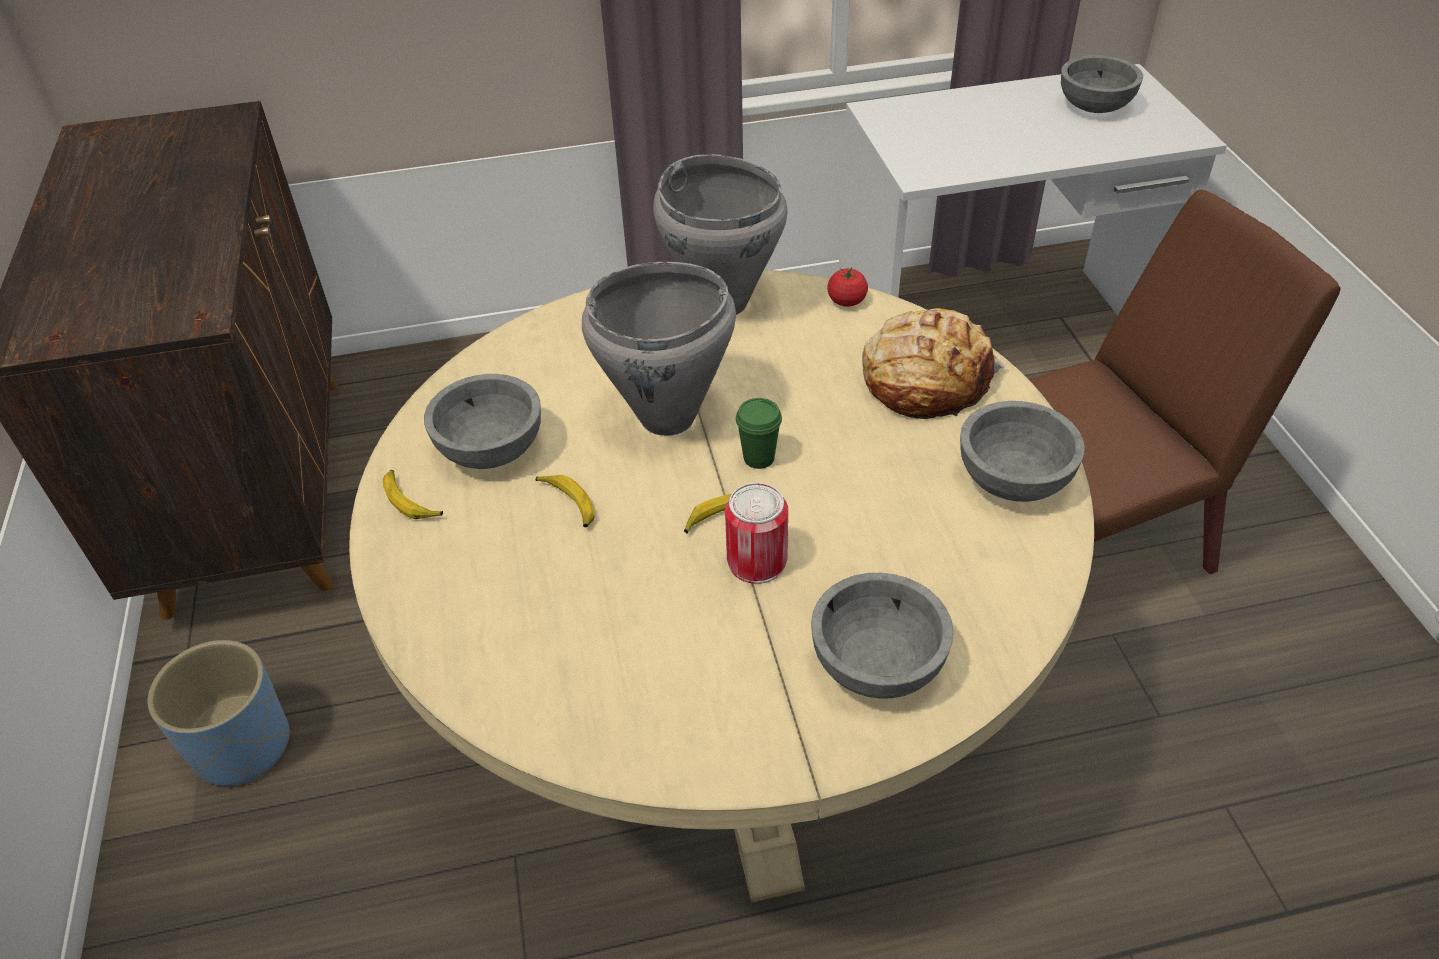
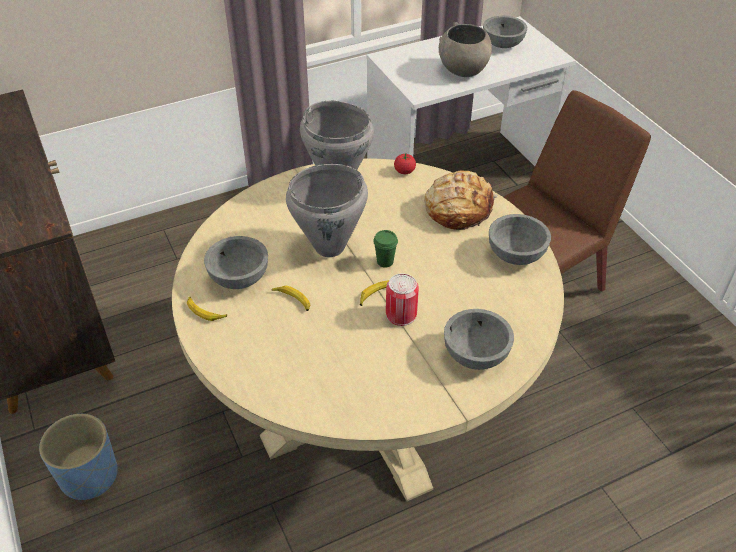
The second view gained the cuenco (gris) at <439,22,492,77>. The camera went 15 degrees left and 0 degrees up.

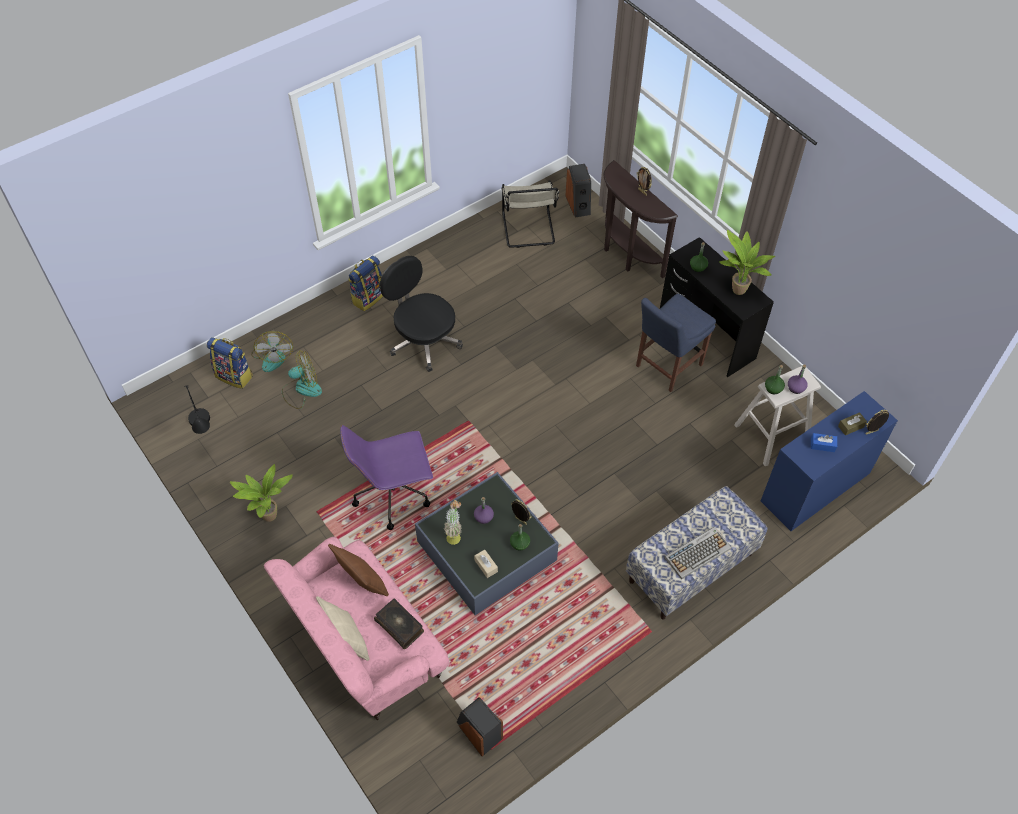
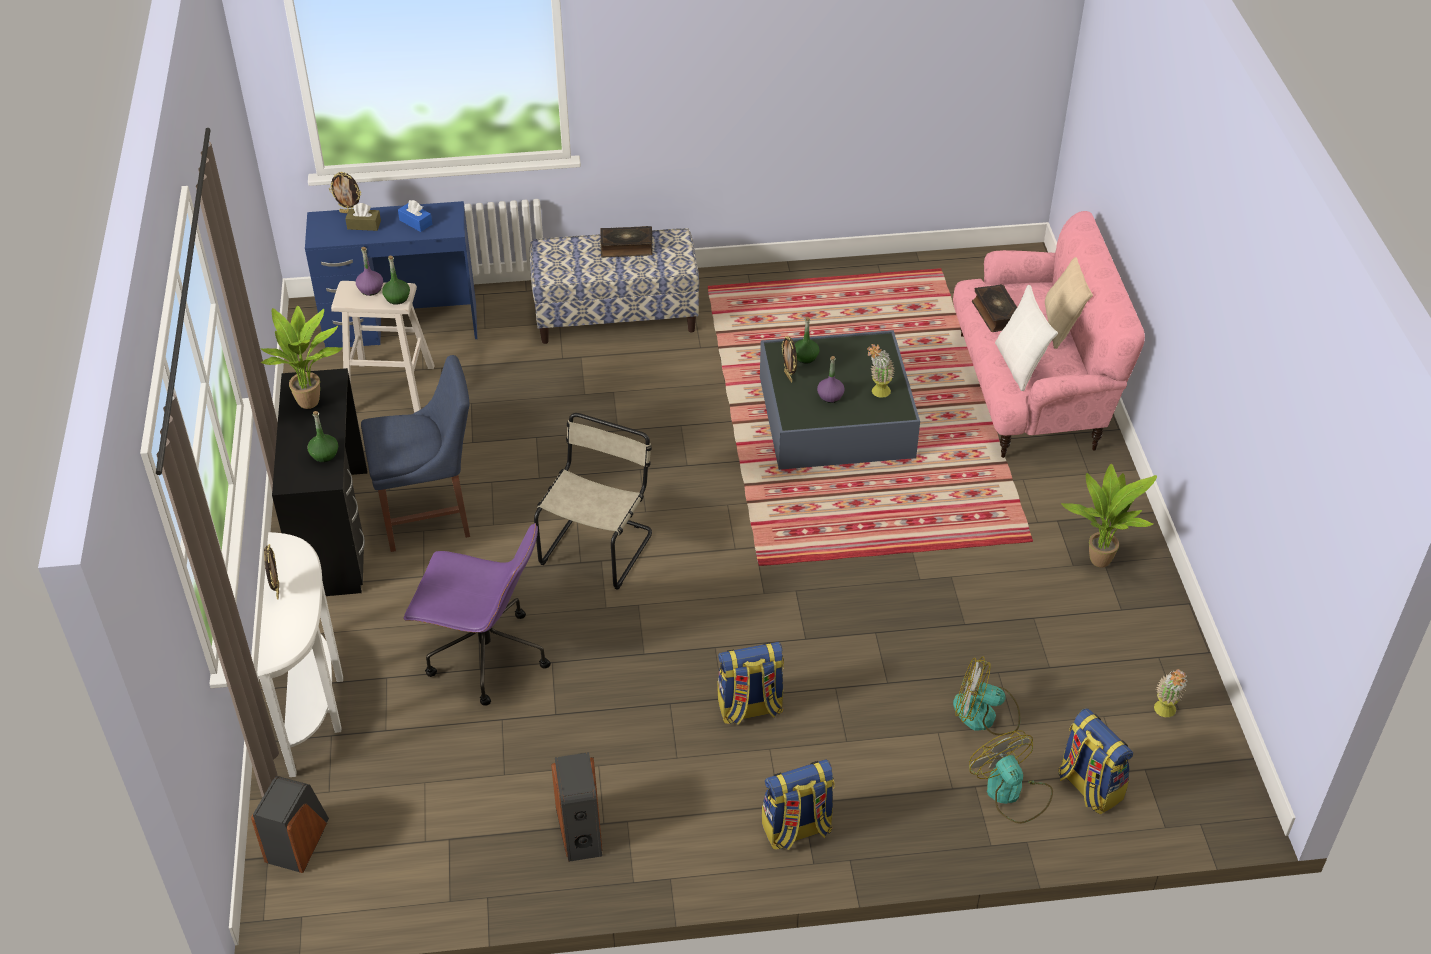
What was the mesa consola (marrón) at <603,160,678,278> turned into the mesa consola (blanco) at <257,532,343,777>. The silla de oficina (morado) ended up elsewhere, having gone from <340,425,433,530> to <403,523,551,706>. The silla (beis) ended up elsewhere, having gone from <502,180,559,248> to <534,413,652,590>. The altavoz ended up elsewhere, having gone from <457,697,503,756> to <551,752,602,862>. Where the teclado stood at <664,526,731,579>, the libro came to stand at <600,226,653,258>. Where the silla de oficina (negro) stood at <380,256,463,372>, the mochila came to stand at <717,642,784,725>. The ventilador at <251,331,293,372> ended up facing another way, 45 degrees counterclockwise from before. What was the cojín (marrón) at <328,544,389,596> turned into the cojín (blanco) at <995,285,1058,391>. Where the lámpara de mesa (negro) stood at <184,385,210,434>, the planta en maceta came to stand at <1154,669,1188,717>. The second view lost the caja de pañuelos (beis) at <474,550,498,578>. The camera went 150 degrees left and 10 degrees down.

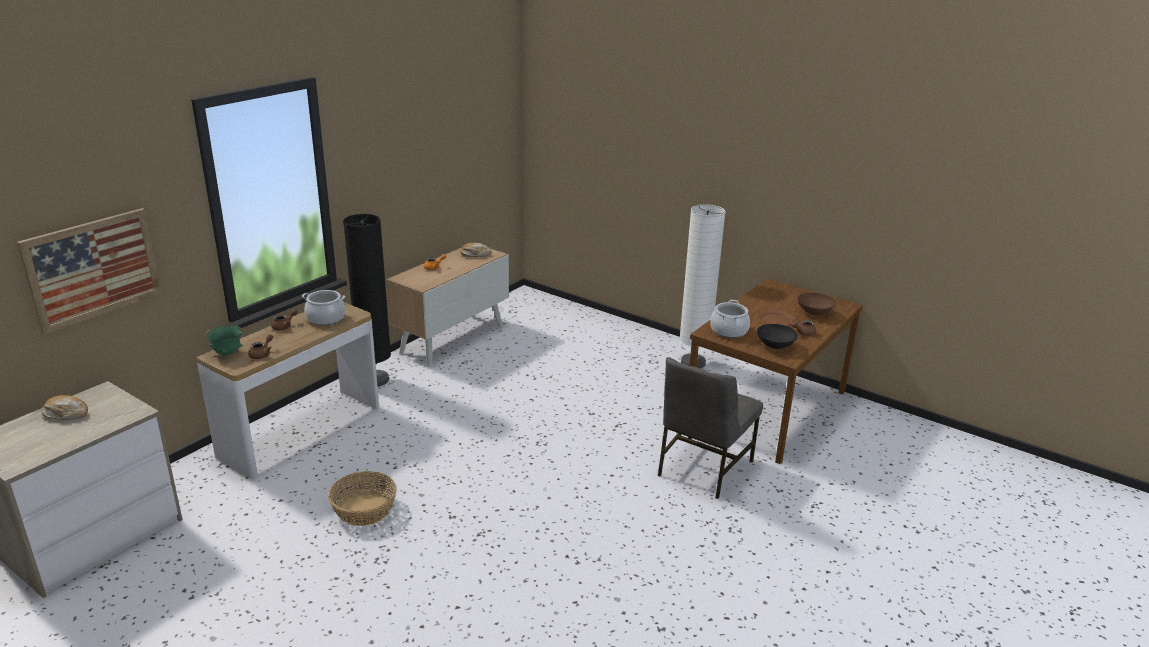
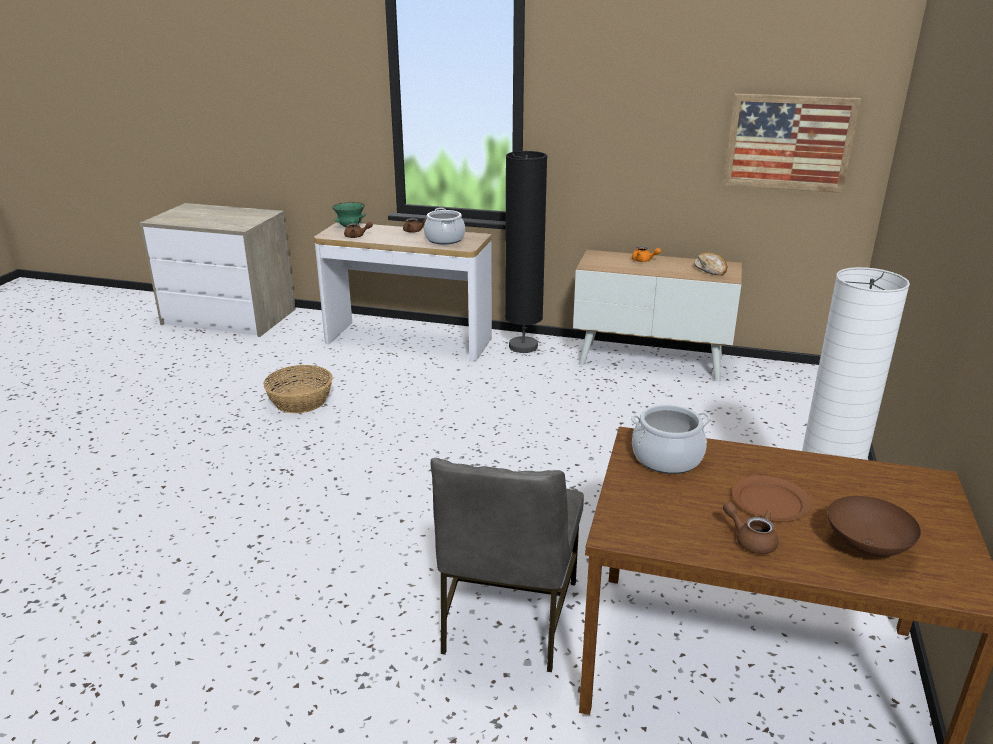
The silla (gris) at <658,357,763,499> ended up facing another way, 90 degrees counterclockwise from before. The cuadro ended up elsewhere, having gone from <17,208,162,335> to <723,93,861,193>. The second view lost the pan at <41,395,88,420>. The second view lost the cuenco (negro) at <757,324,798,349>. The camera went 70 degrees right and 0 degrees up.

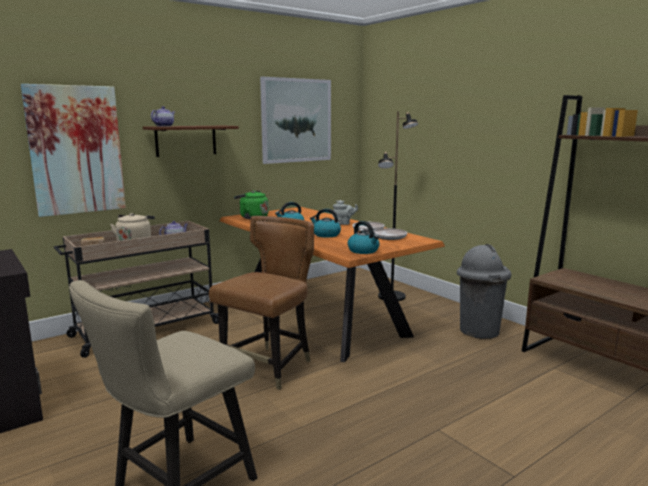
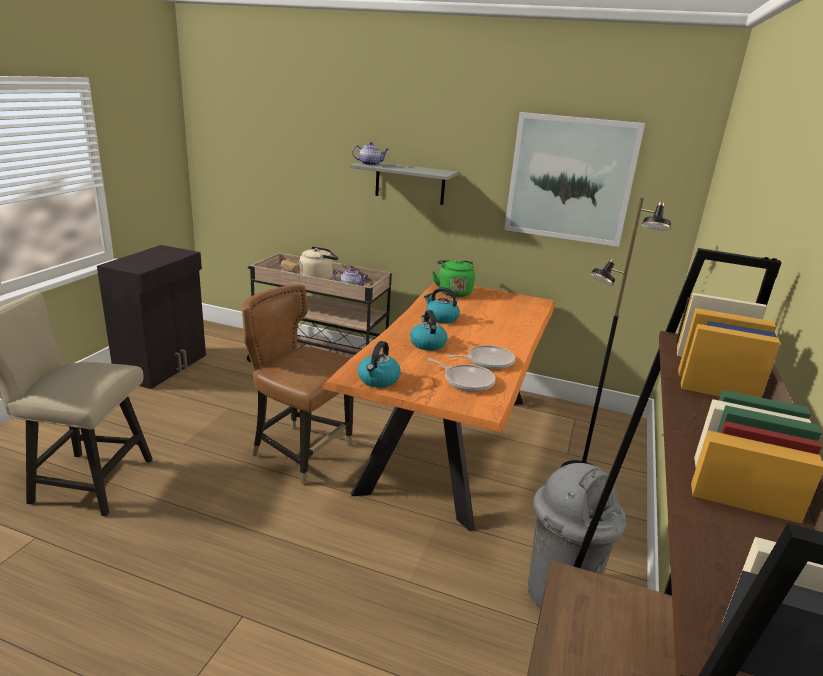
The silla (marrón) at <209,216,314,390> ended up facing another way, 150 degrees counterclockwise from before. What was the estante (marrón) at <143,126,239,157> turned into the estante (gris) at <350,162,459,205>. The second view lost the cuadro at <21,84,126,217>. The second view lost the tetera (gris) at <332,200,358,225>. The camera went 55 degrees right and 10 degrees up.

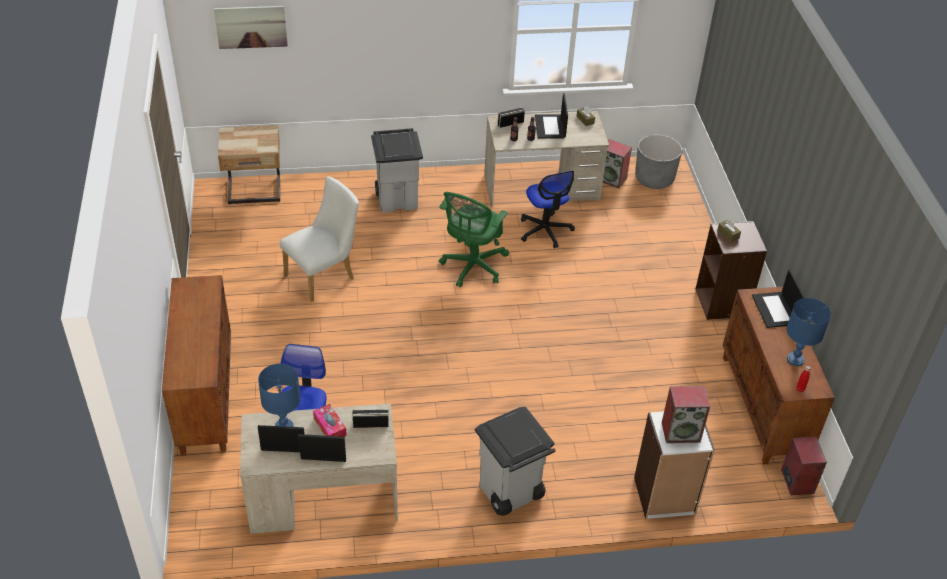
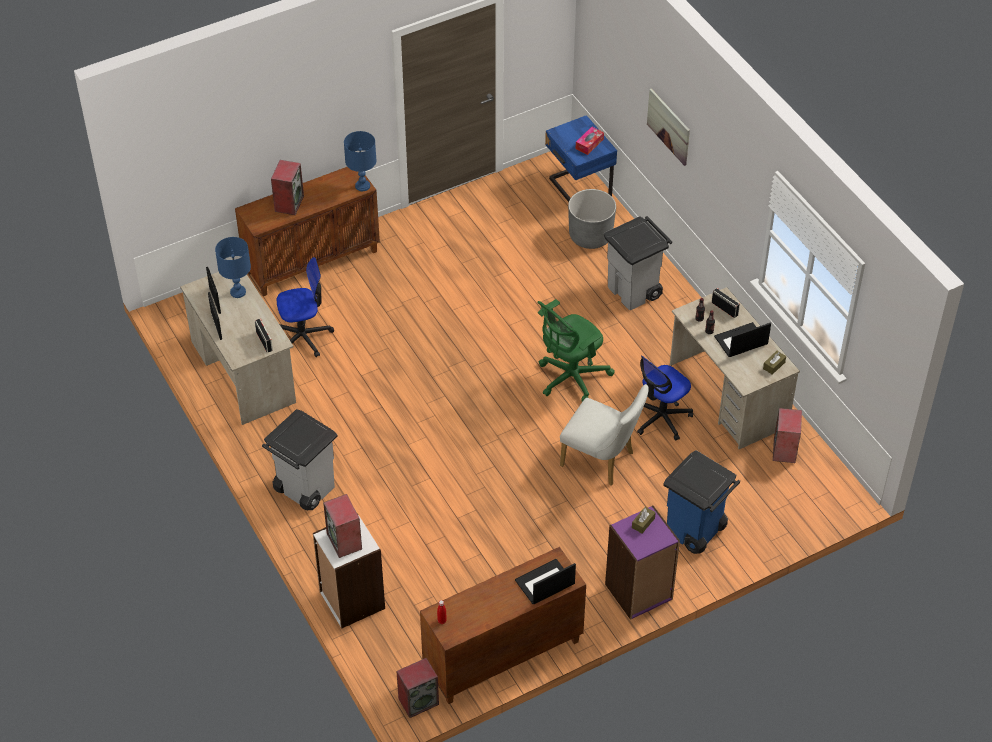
The second view gained the altavoz at <271,160,304,215>. The lámpara de mesa (azul) ended up elsewhere, having gone from <786,298,831,366> to <344,131,377,191>. The silla de oficina (verde) at <439,192,509,287> ended up facing another way, 45 degrees counterclockwise from before. What was the mesita de noche (beis) at <218,125,280,205> turned into the mesita de noche (azul) at <545,115,617,202>. The silla (blanco) ended up elsewhere, having gone from <280,176,359,302> to <560,384,649,485>. The maceta (gris) ended up elsewhere, having gone from <635,134,682,189> to <568,189,616,249>. The caja de pañuelos ended up elsewhere, having gone from <313,404,347,437> to <576,127,604,155>. What was the estantería (marrón) at <696,221,767,320> turned into the estantería (morado) at <605,506,680,620>. The cuadro ended up elsewhere, having gone from <214,6,288,49> to <647,88,690,166>. The second view gained the papelera (azul) at <663,450,740,554>. The camera went 70 degrees right and 5 degrees up.

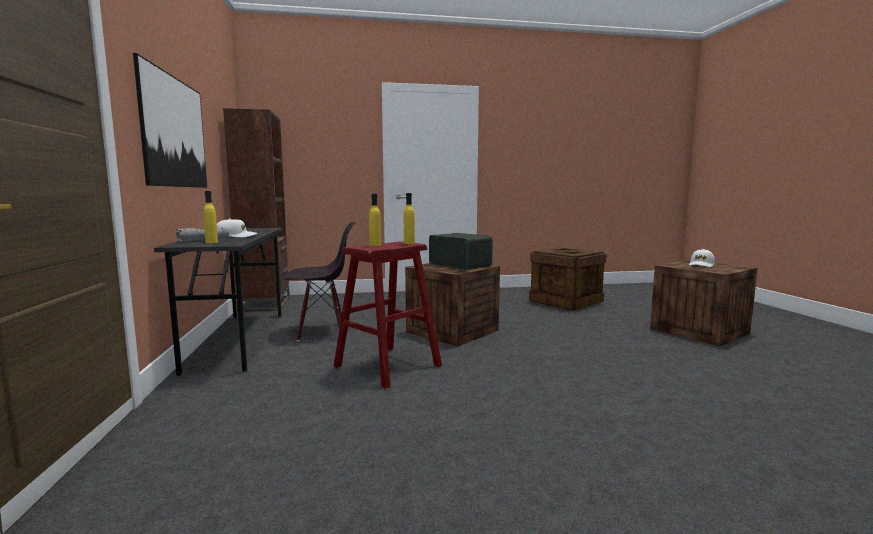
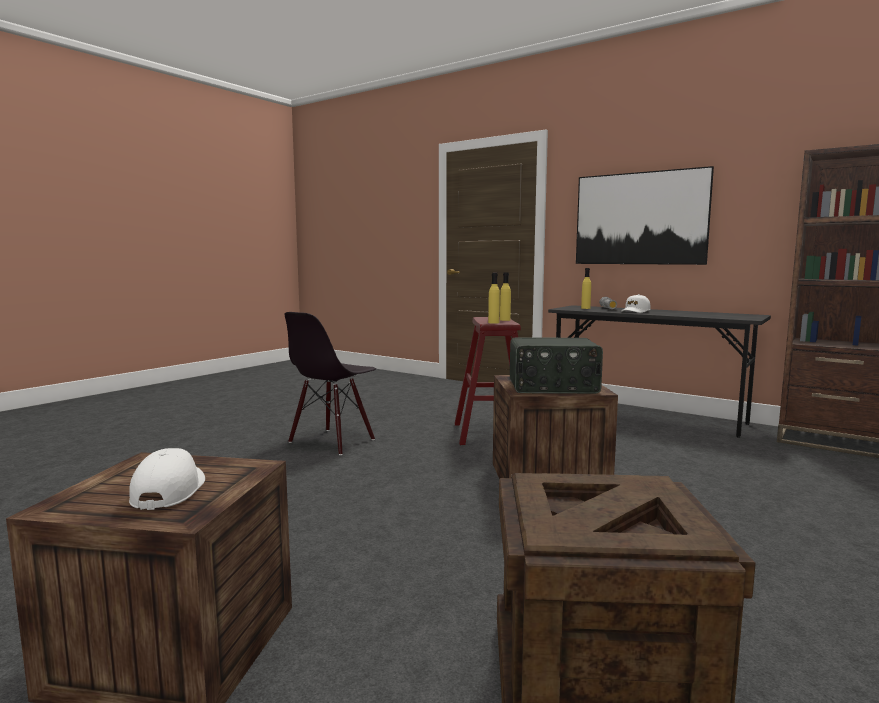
The silla (negro) ended up elsewhere, having gone from <283,222,356,341> to <285,312,376,455>. The camera went 135 degrees right and 0 degrees up.

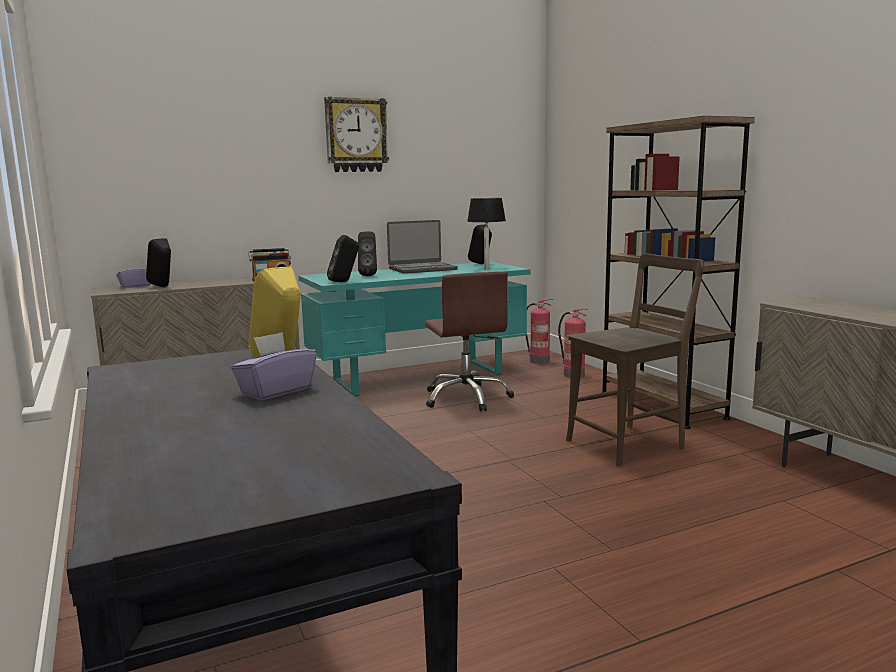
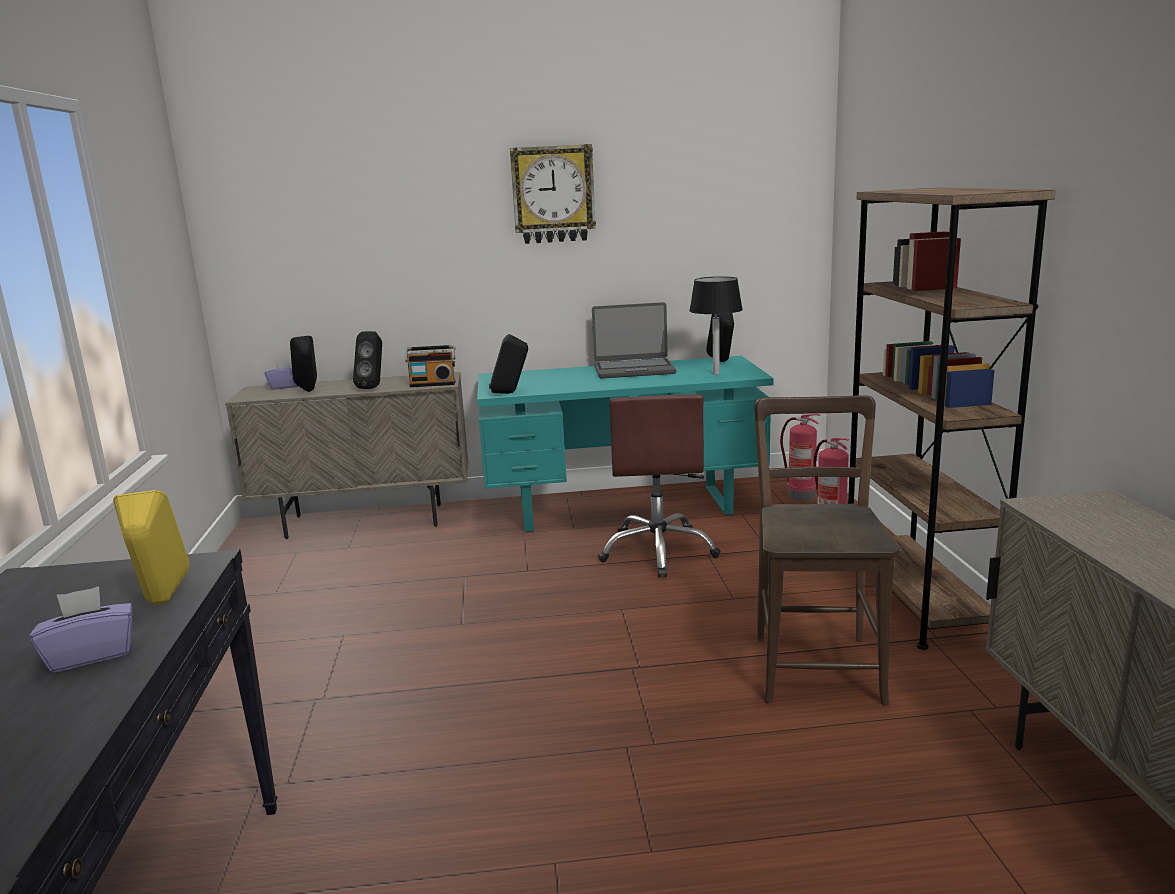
The altavoz (negro) ended up elsewhere, having gone from <358,232,377,276> to <353,331,382,389>. The silla (marrón) at <566,253,704,466> ended up facing another way, 75 degrees counterclockwise from before. The camera went 20 degrees right and 5 degrees up.

